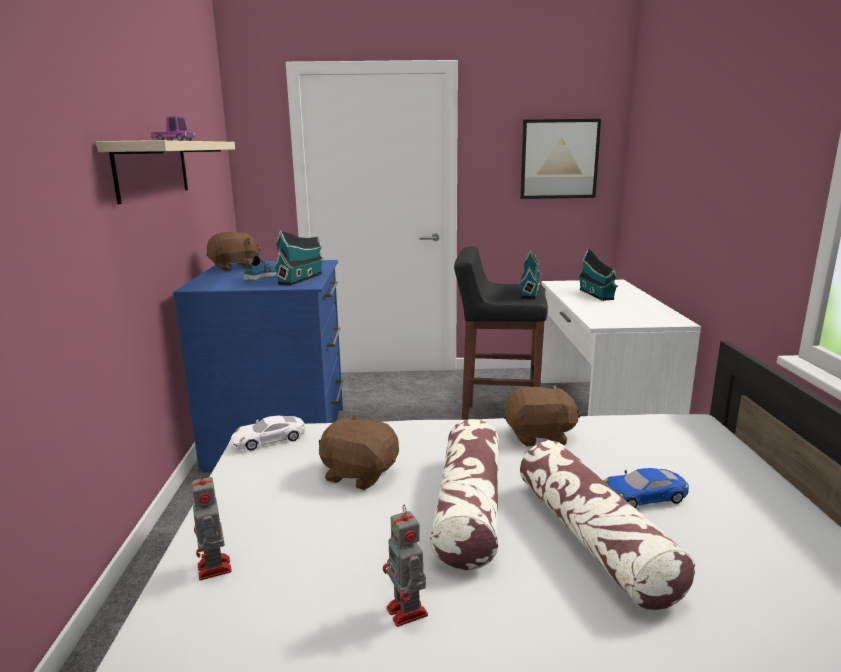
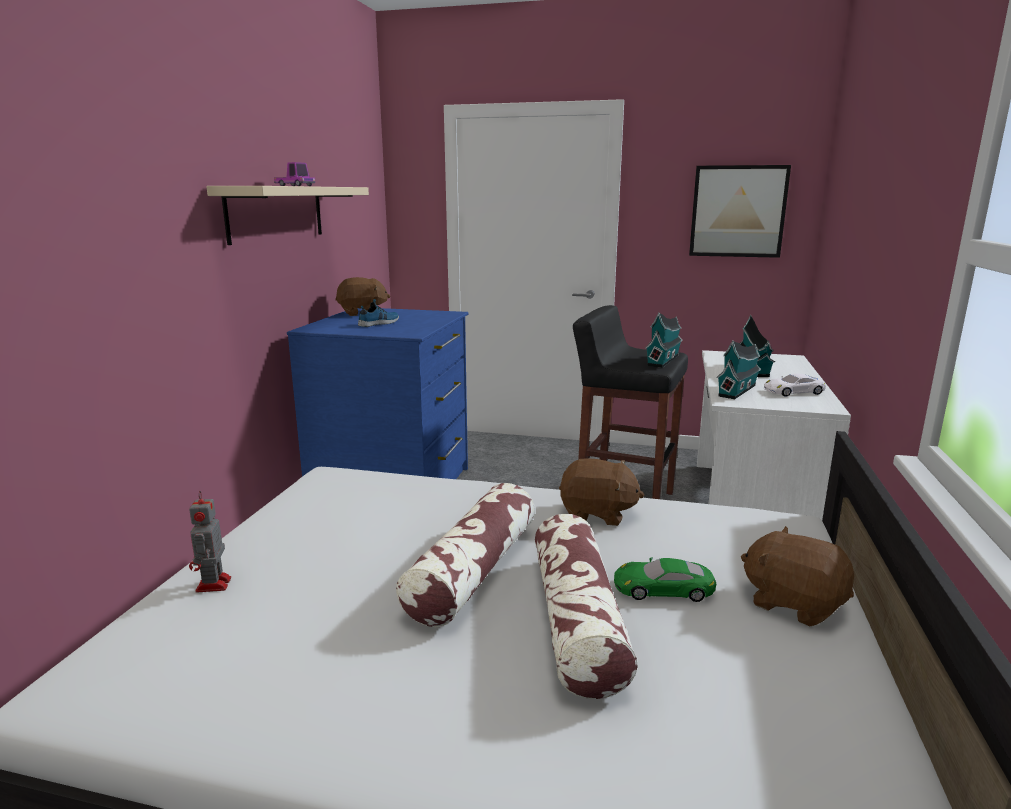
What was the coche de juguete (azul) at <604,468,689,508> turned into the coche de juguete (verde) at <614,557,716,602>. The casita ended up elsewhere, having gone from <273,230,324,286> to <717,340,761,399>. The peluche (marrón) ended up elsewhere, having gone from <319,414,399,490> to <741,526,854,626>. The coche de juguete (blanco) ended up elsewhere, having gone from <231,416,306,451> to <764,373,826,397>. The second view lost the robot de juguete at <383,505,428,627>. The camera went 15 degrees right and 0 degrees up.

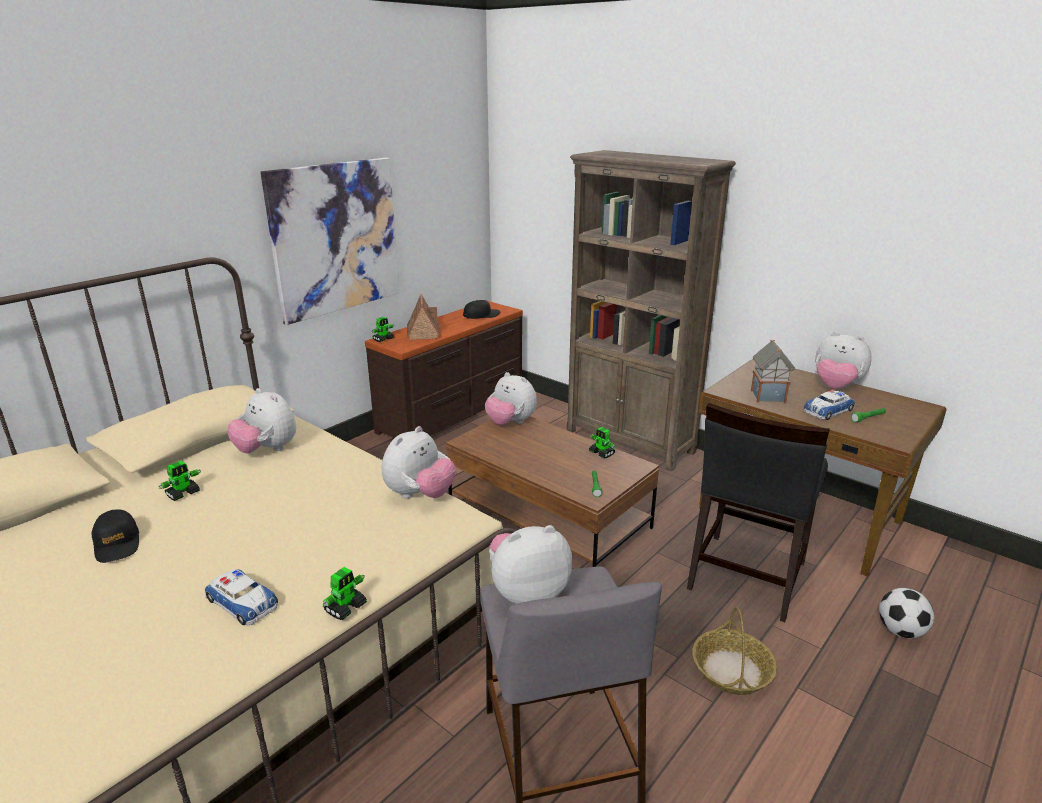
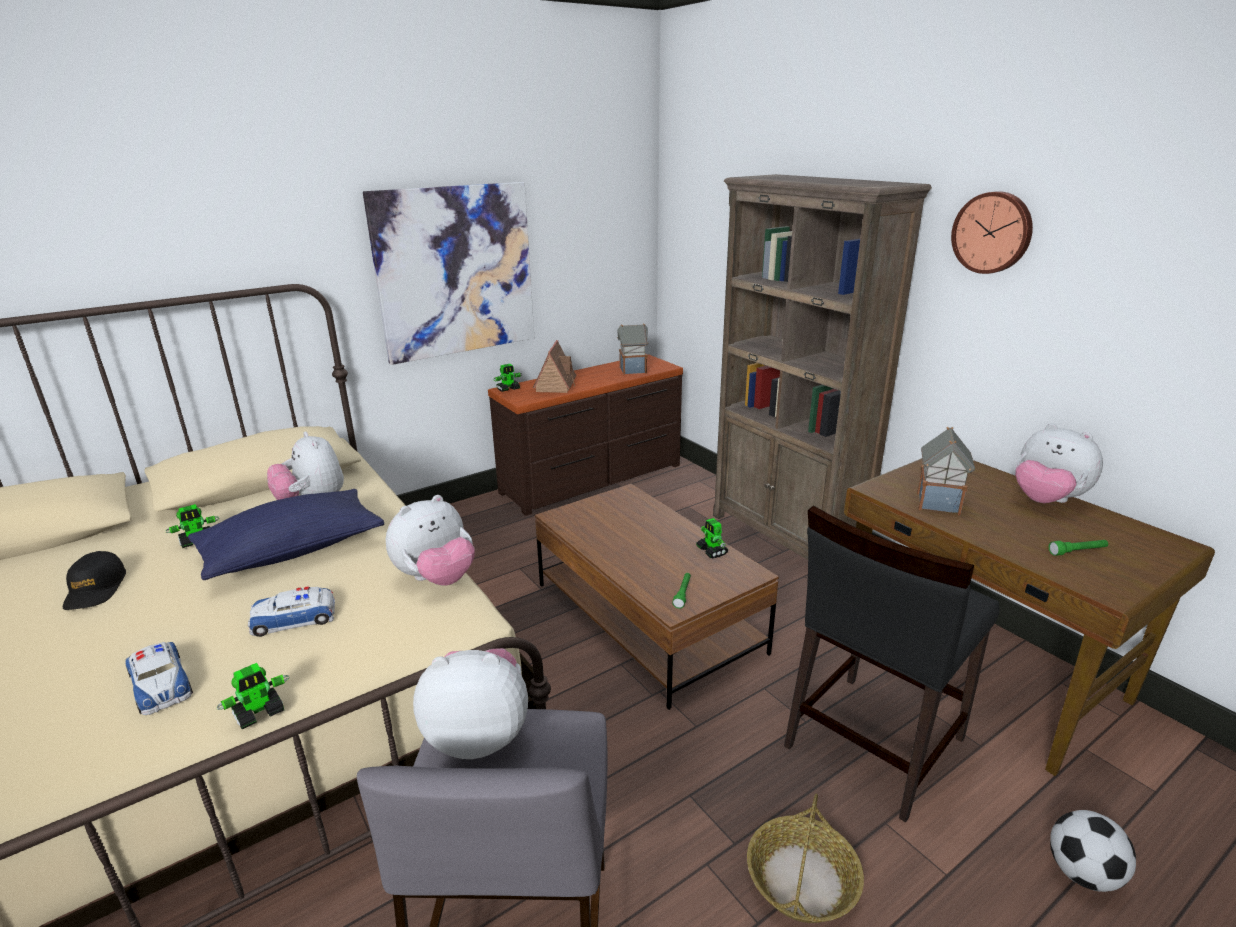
The second view gained the cojín (azul) at <188,489,384,580>. The coche de juguete ended up elsewhere, having gone from <804,389,855,420> to <248,587,335,637>. Where the gorra (negro) stood at <463,300,500,319>, the casita came to stand at <617,323,648,375>. The second view gained the reloj de pared at <951,191,1033,274>. The second view lost the peluche at <485,372,537,425>. The camera went 15 degrees right and 0 degrees up.

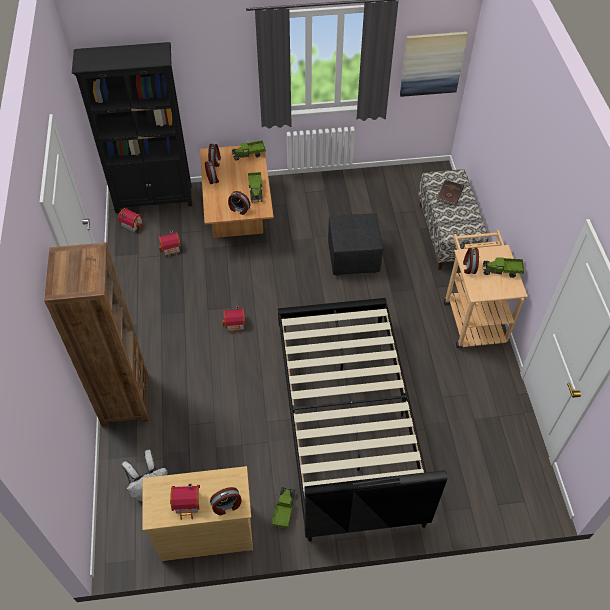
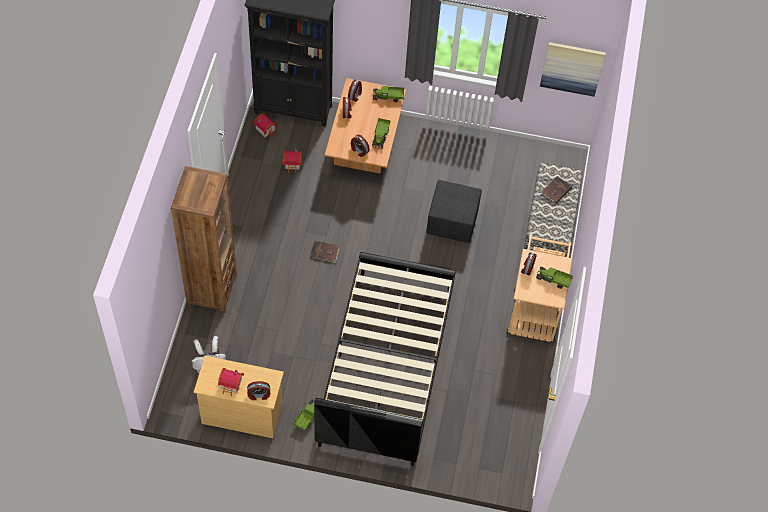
Where the casita stood at <222,306,245,335>, the libro (marrón) came to stand at <310,241,340,263>. The camera went 15 degrees right and 5 degrees up.

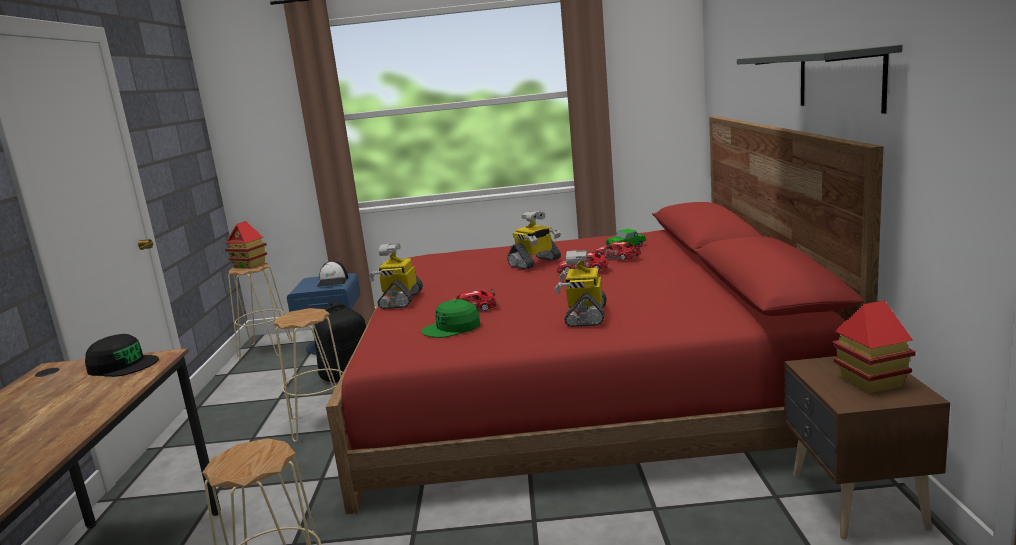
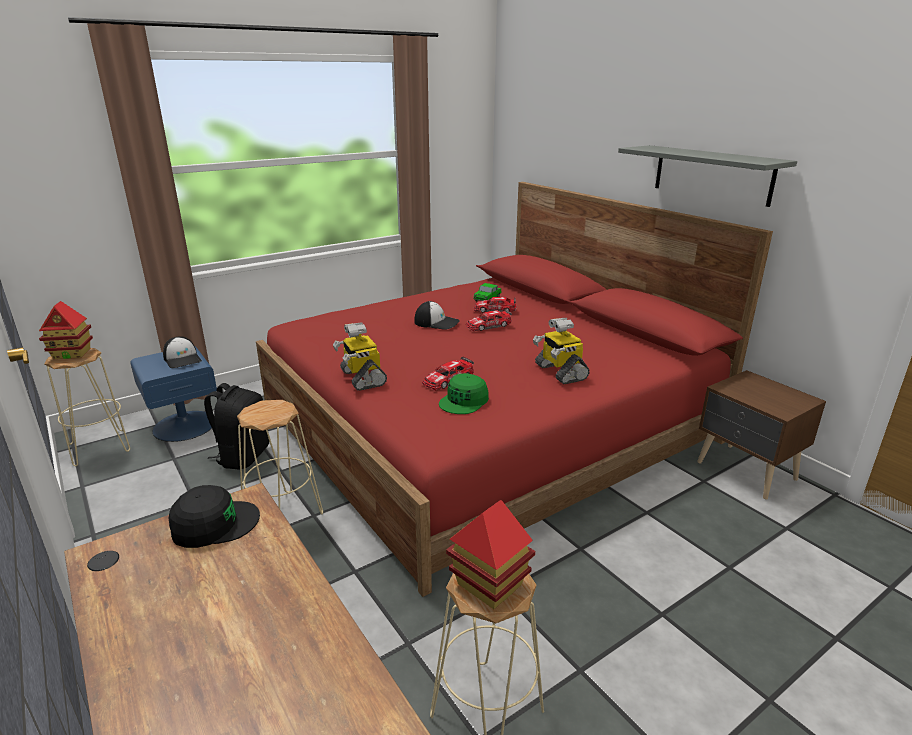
Where the robot de juguete stood at <507,211,561,270>, the gorra came to stand at <415,301,460,330>. The casita ended up elsewhere, having gone from <832,300,916,394> to <446,500,535,609>. The camera went 35 degrees left and 10 degrees up.

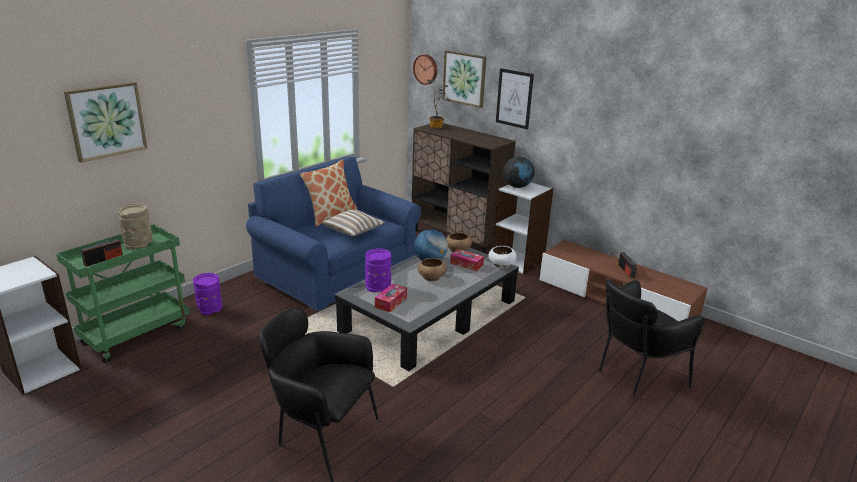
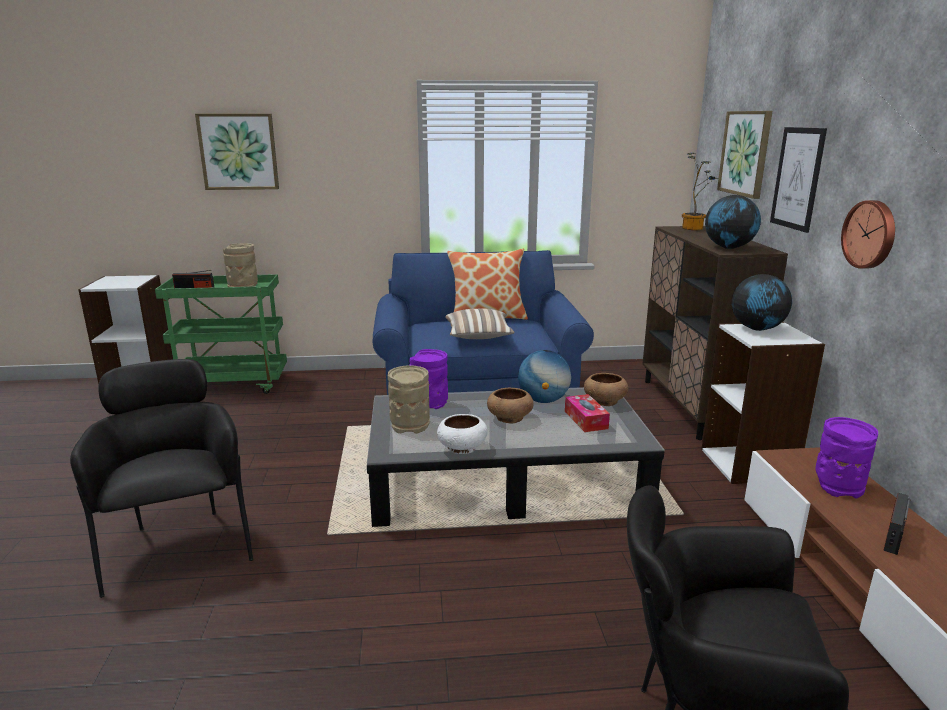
Where the caja de pañuelos stood at <375,284,407,312>, the florero (beis) came to stand at <388,365,430,434>. The cuenco (blanco) ended up elsewhere, having gone from <488,246,517,268> to <437,414,488,454>. The second view gained the globo terráqueo at <705,195,761,249>. The florero (morado) ended up elsewhere, having gone from <193,273,222,315> to <815,417,878,499>. The reloj de pared ended up elsewhere, having gone from <413,54,437,85> to <841,200,895,269>. The camera went 45 degrees right and 5 degrees down.

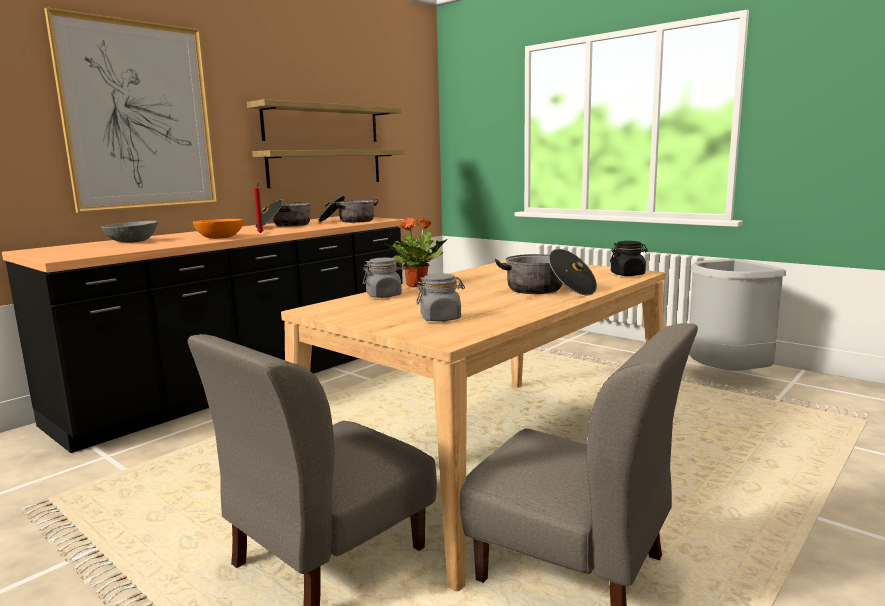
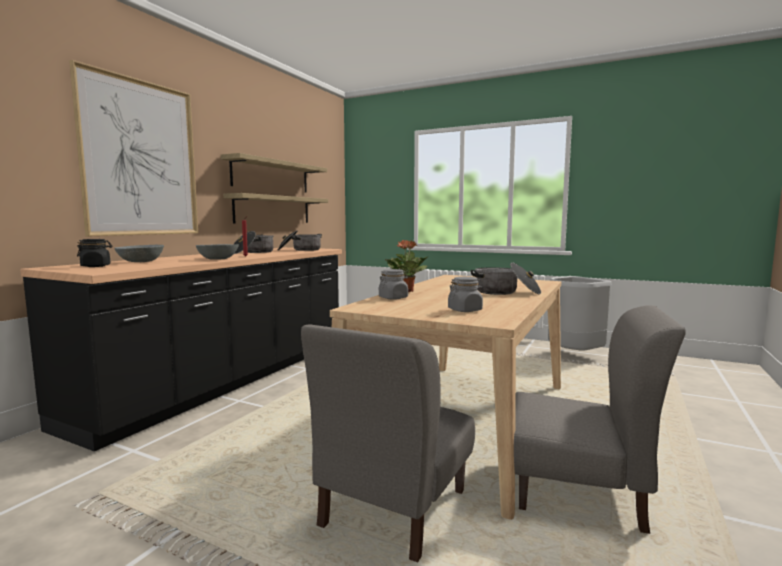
The tarro (negro) ended up elsewhere, having gone from <610,241,648,276> to <77,239,112,267>. What was the cuenco (naranja) at <193,219,245,239> turned into the cuenco (gris) at <196,244,239,260>. The camera went 15 degrees left and 5 degrees down.

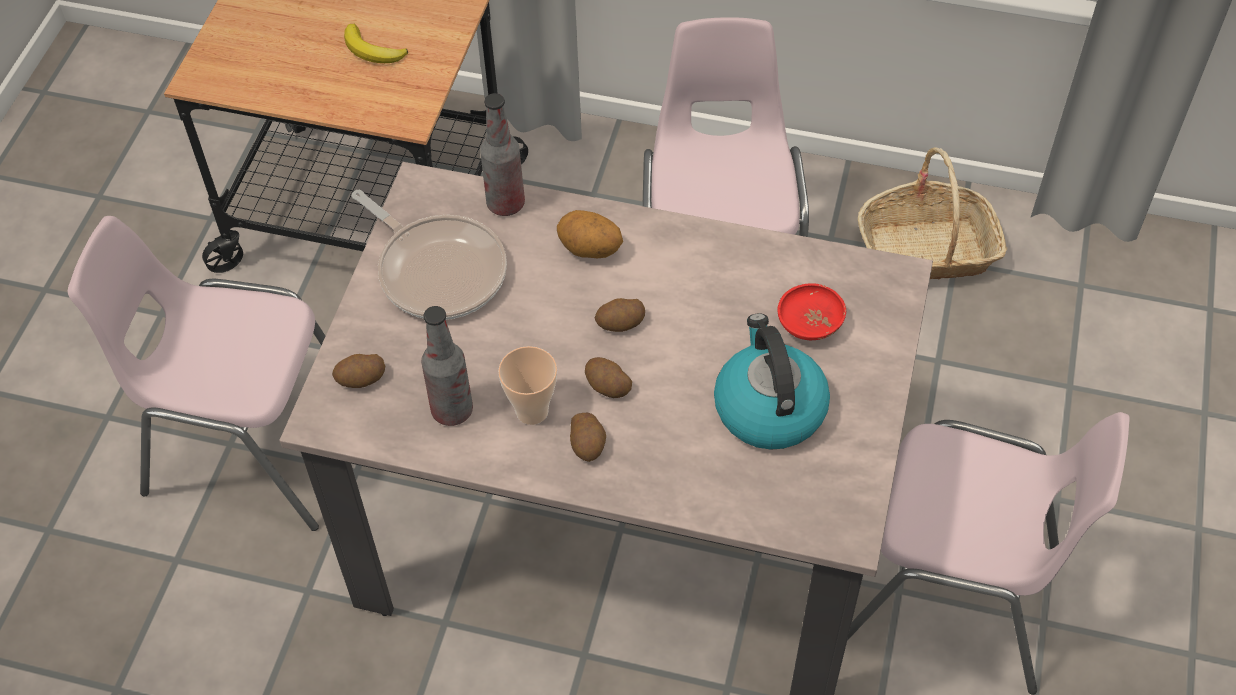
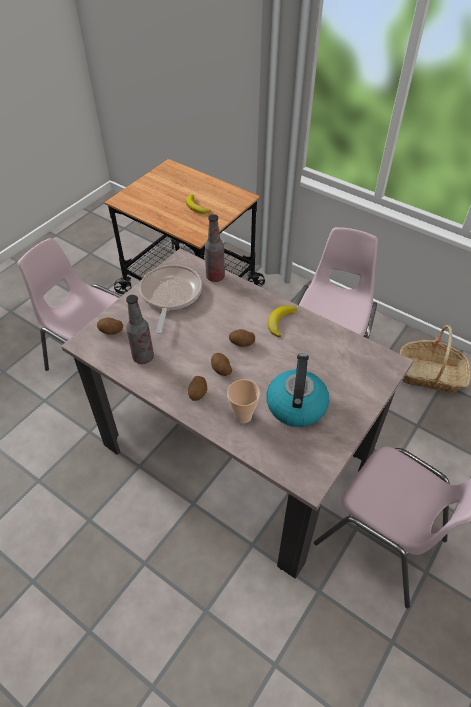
The sartén at <351,189,507,320> ended up facing another way, 150 degrees counterclockwise from before. The taza ended up elsewhere, having gone from <498,346,557,425> to <227,380,260,424>. The second view gained the plátano at <268,305,297,338>. The second view lost the patata at <557,210,623,258>. The second view lost the cuenco (rojo) at <778,283,846,340>. The camera went 20 degrees right and 5 degrees down.

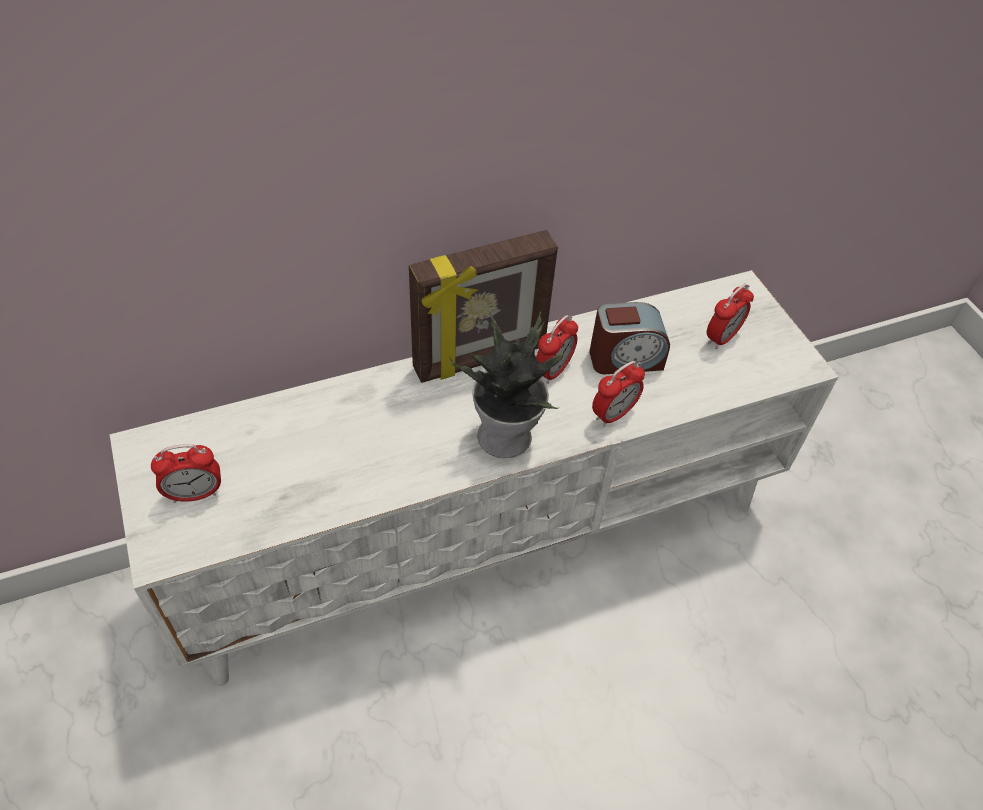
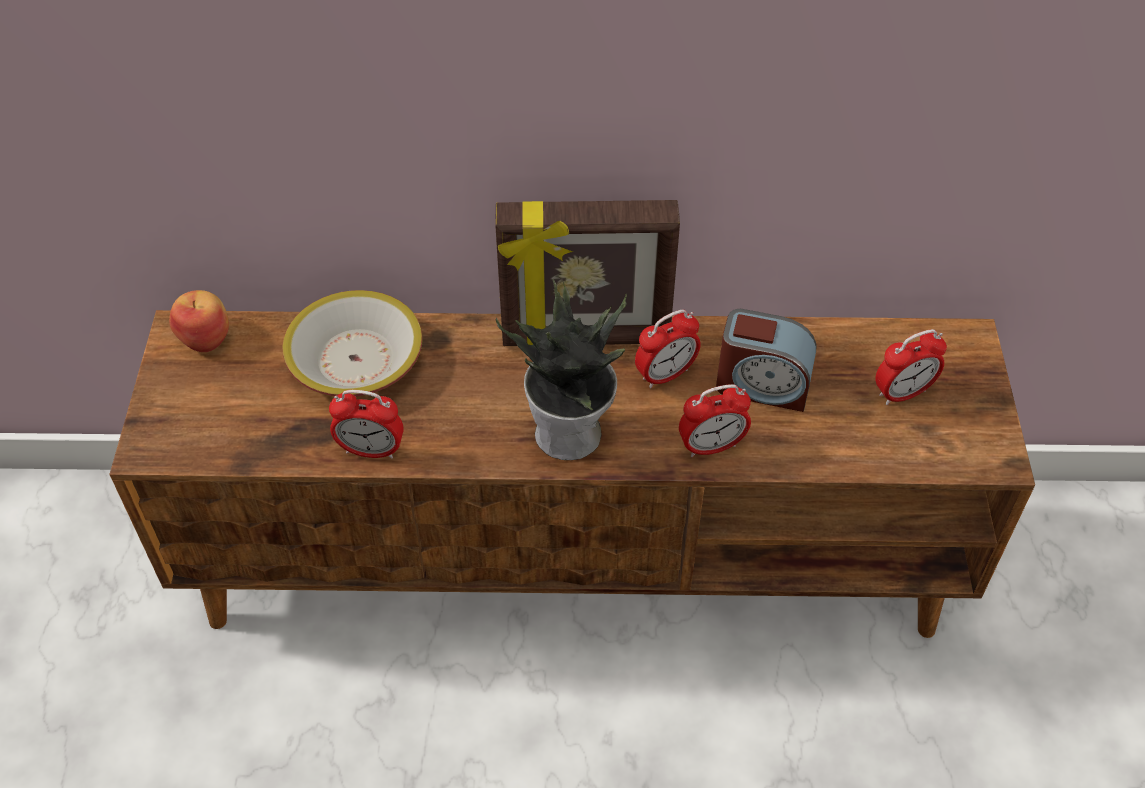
What was the mueble de televisión (blanco) at <110,270,838,686> turned into the mueble de televisión (marrón) at <109,310,1035,638>. The second view gained the manzana at <169,290,229,352>. The second view gained the cuenco at <282,290,423,397>. The despertador ended up elsewhere, having gone from <151,444,221,503> to <329,390,404,459>. The camera went 25 degrees right and 0 degrees up.

